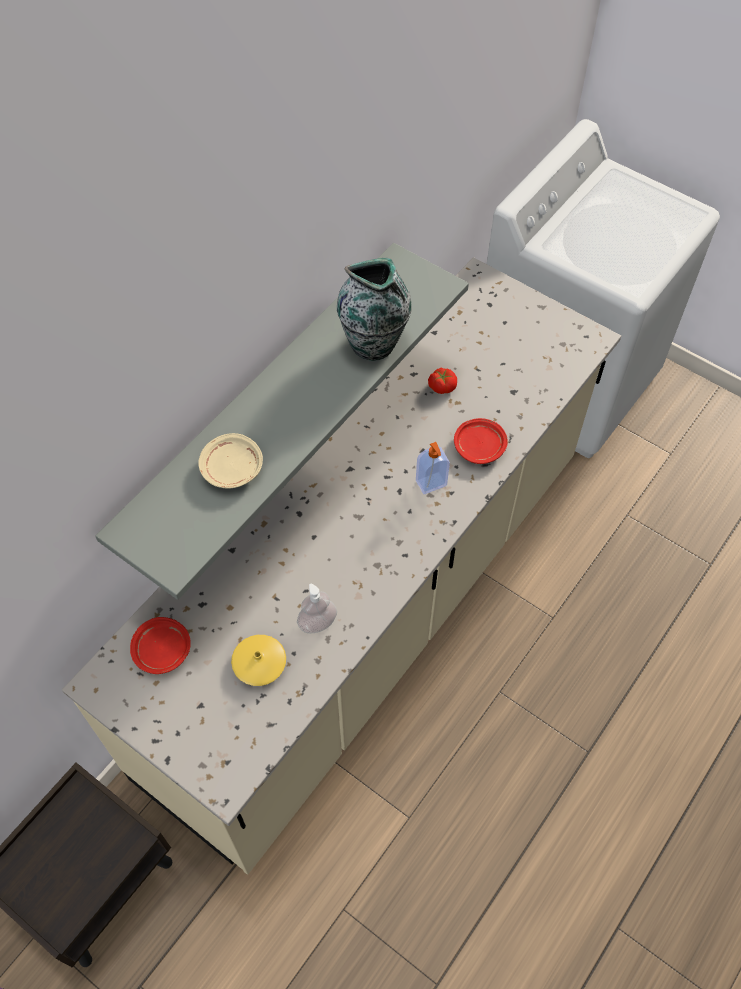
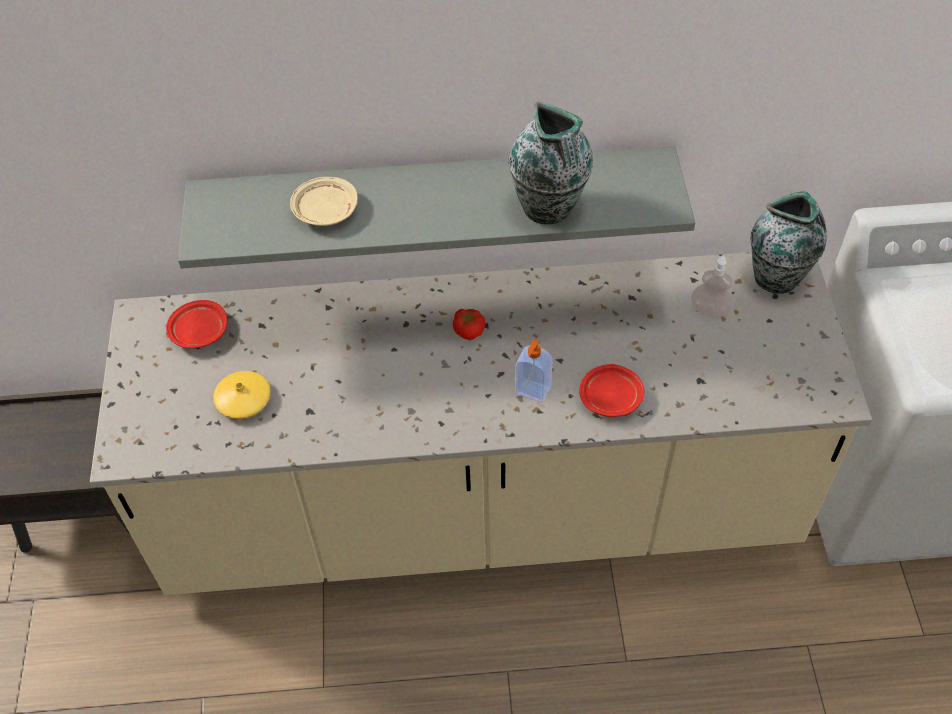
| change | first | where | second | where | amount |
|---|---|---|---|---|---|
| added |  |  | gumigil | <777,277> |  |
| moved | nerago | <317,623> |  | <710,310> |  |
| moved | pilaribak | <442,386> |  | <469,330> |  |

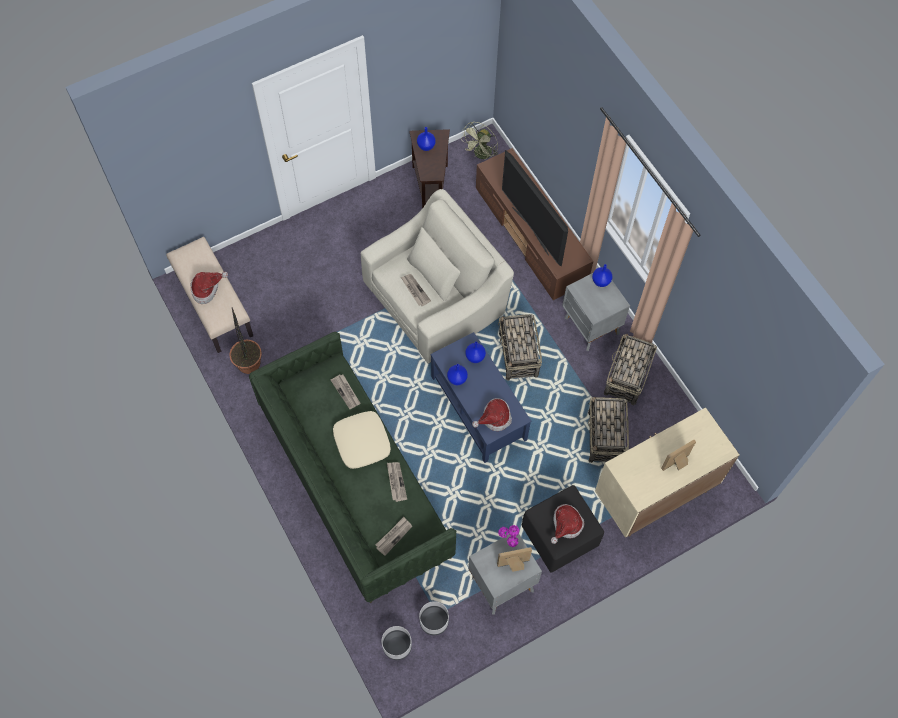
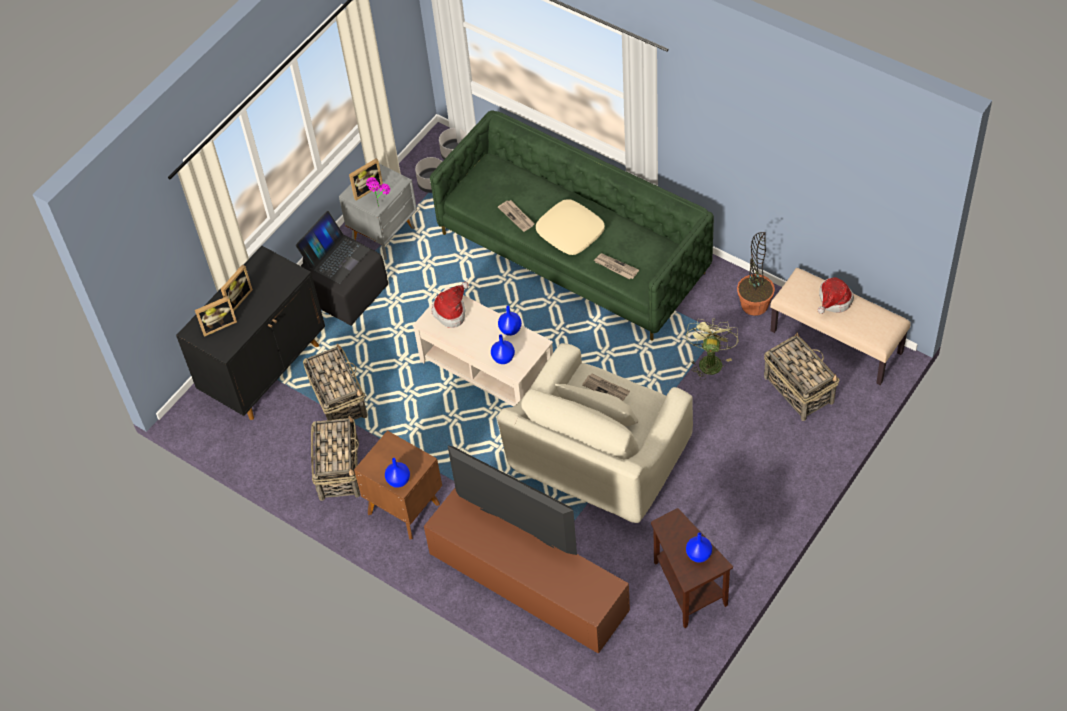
| change | first | where | second | where | amount |
|---|---|---|---|---|---|
| removed | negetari | <393,536> |  |  |  |
| added |  |  | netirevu | <218,325> |  |
| moved | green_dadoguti | <481,155> |  | <710,360> |  |
| moved | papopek | <518,355> |  | <798,389> |  |
| replaced | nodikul | <565,525> | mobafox | <335,256> |  |
| recoloured | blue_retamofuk | <478,408> | beige_retamofuk | <487,369> |  |
| recoloured | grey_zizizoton | <591,326> | brown_zizizoton | <404,507> |  |
| recoloured | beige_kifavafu | <653,494> | black_kifavafu | <266,369> |  |

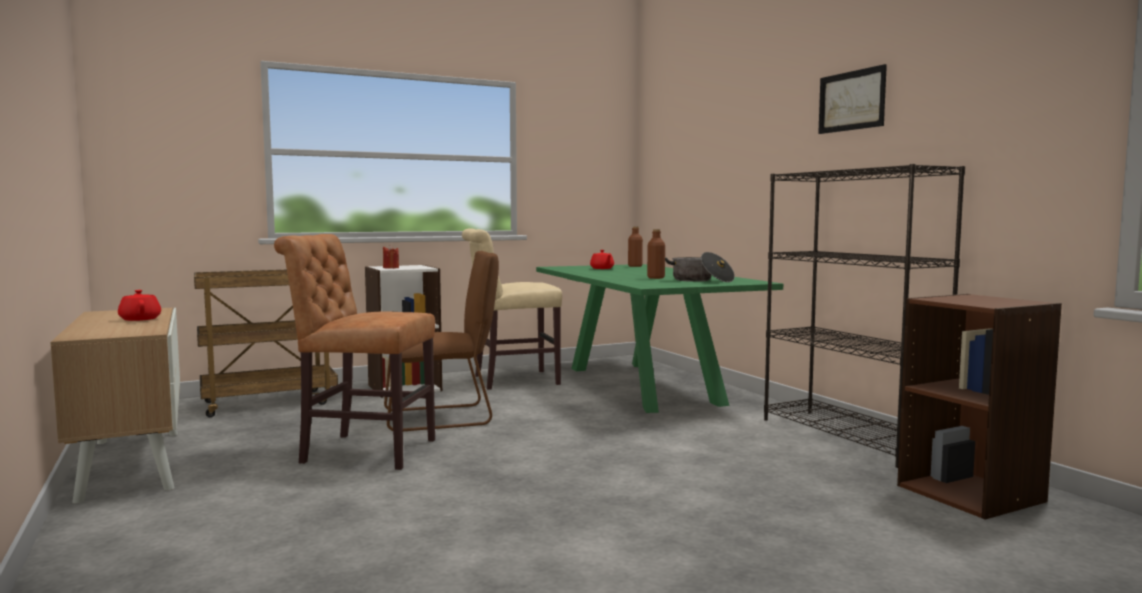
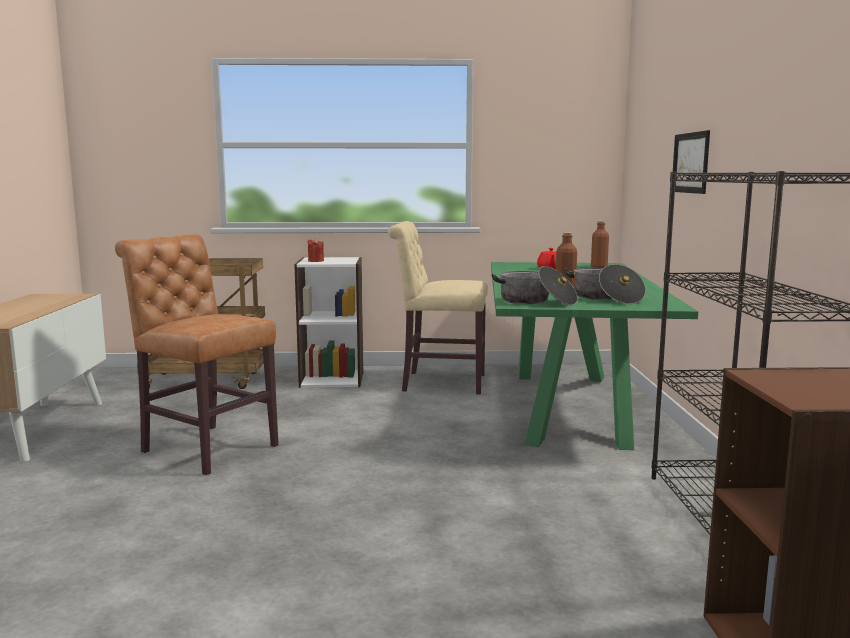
| change | first | where | second | where | amount |
|---|---|---|---|---|---|
| removed | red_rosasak | <140,319> |  |  |  |
| removed | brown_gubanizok | <443,417> |  |  |  |
| added |  |  | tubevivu | <536,301> |  |
| moved | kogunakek | <851,101> |  | <690,163> |  |

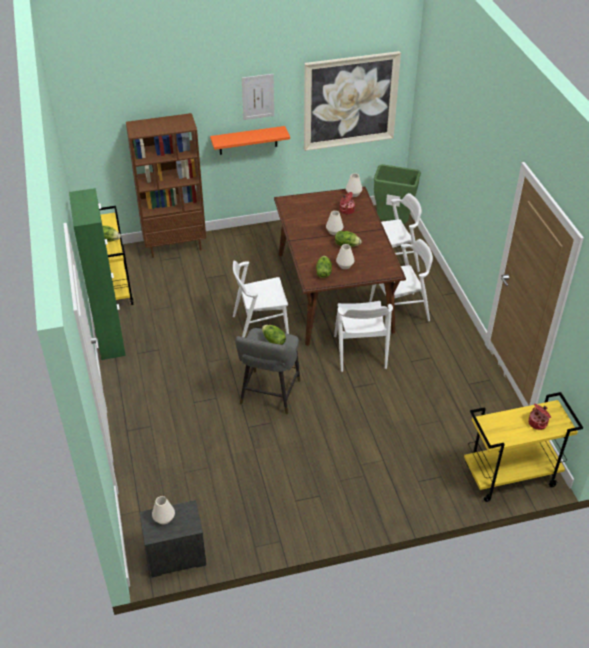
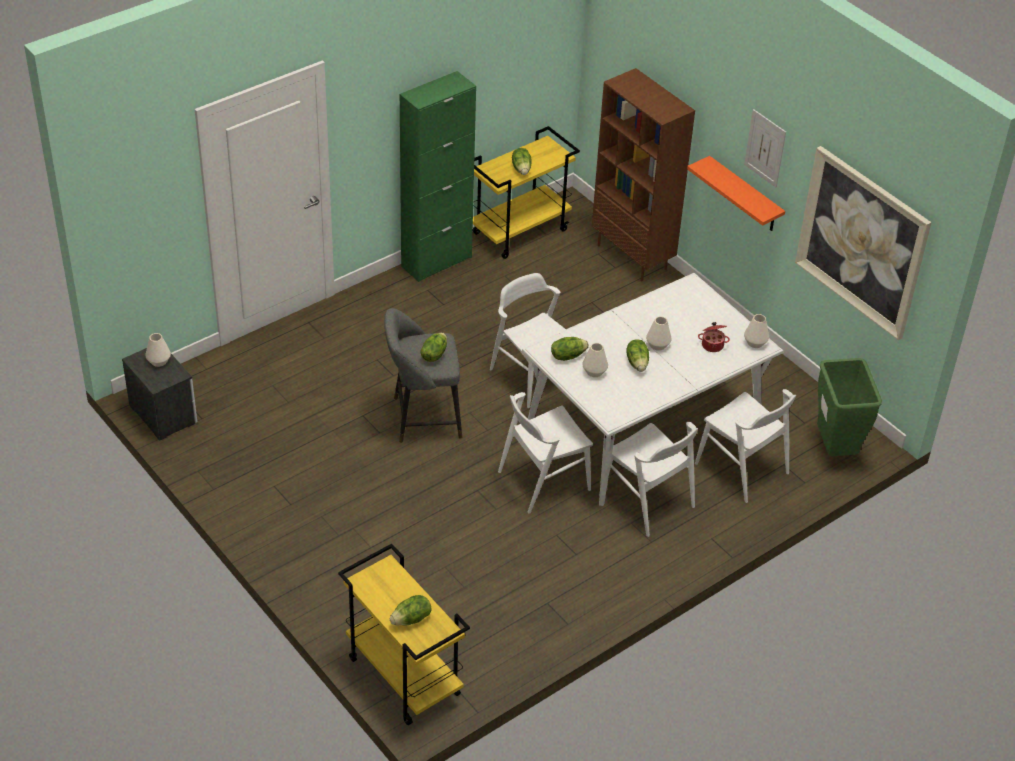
| change | first | where | second | where | amount |
|---|---|---|---|---|---|
| replaced | tubevivu | <538,423> | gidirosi | <411,619> |  |
| recoloured | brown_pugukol | <334,292> | white_pugukol | <643,427> |  |

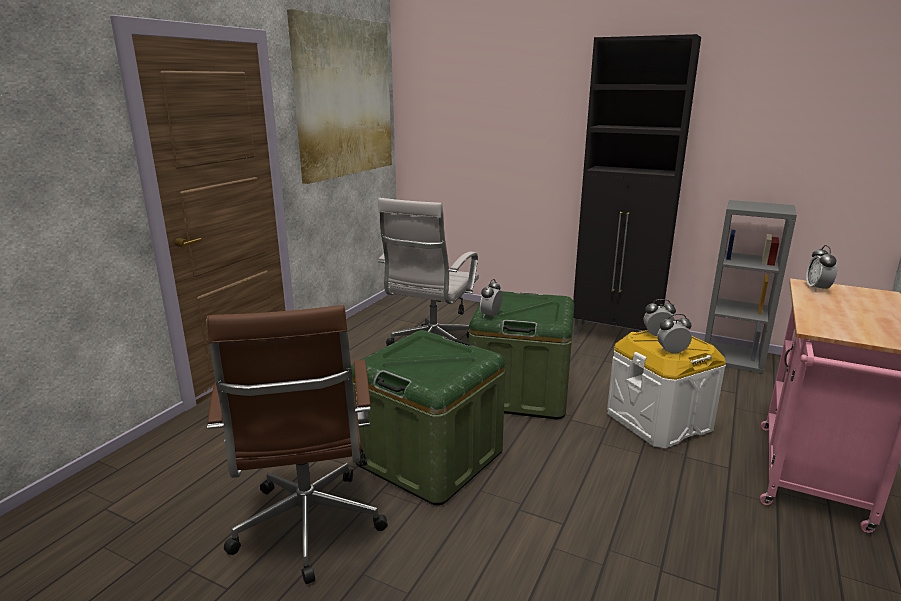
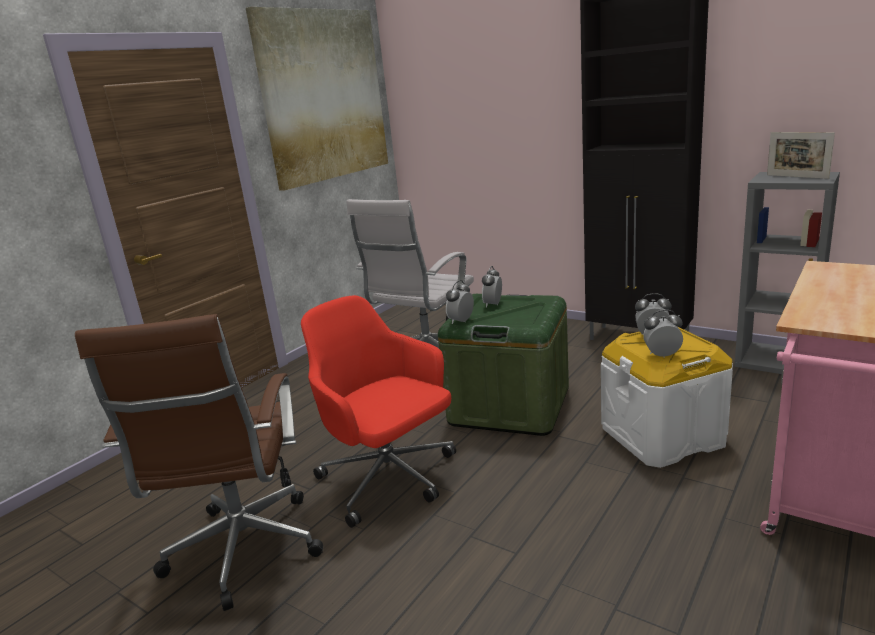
| change | first | where | second | where | amount |
|---|---|---|---|---|---|
| added |  |  | netirevu | <797,176> |  |
| moved | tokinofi | <817,289> |  | <493,304> |  |
| replaced | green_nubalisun | <429,457> | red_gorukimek | <389,478> |  |

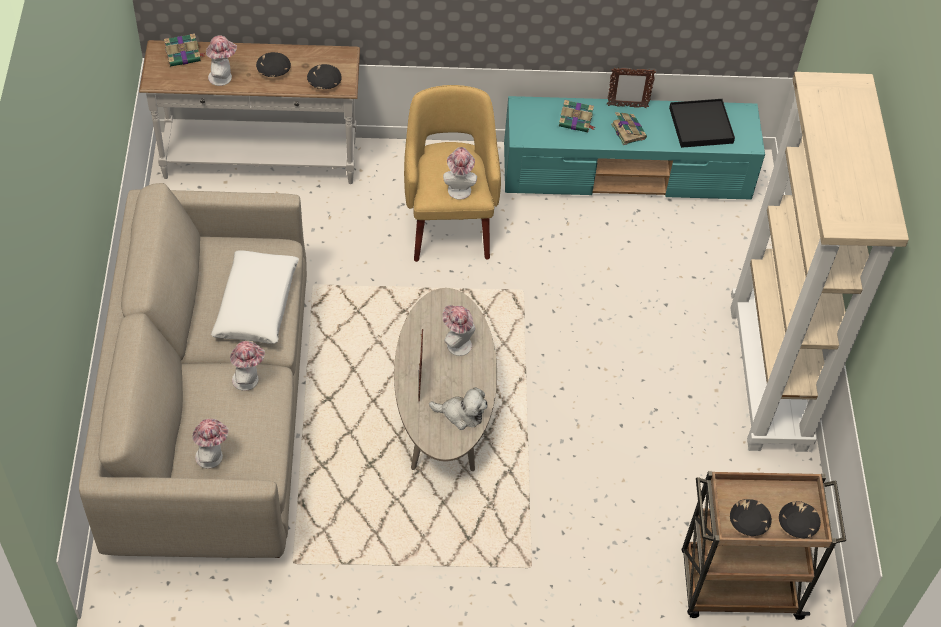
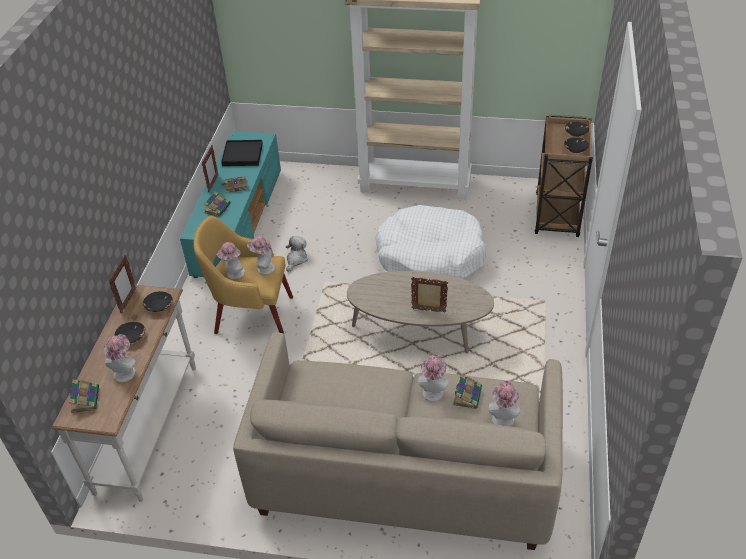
| change | first | where | second | where | amount |
|---|---|---|---|---|---|
| removed | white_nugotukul | <257,304> |  |  |  |
| added |  |  | netirevu | <128,301> |  |
| added |  |  | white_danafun | <430,255> |  |
| added |  |  | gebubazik | <467,395> |  |
| moved | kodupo | <461,414> |  | <296,259> |  |
| moved | nodikul | <456,343> |  | <233,274> |  |

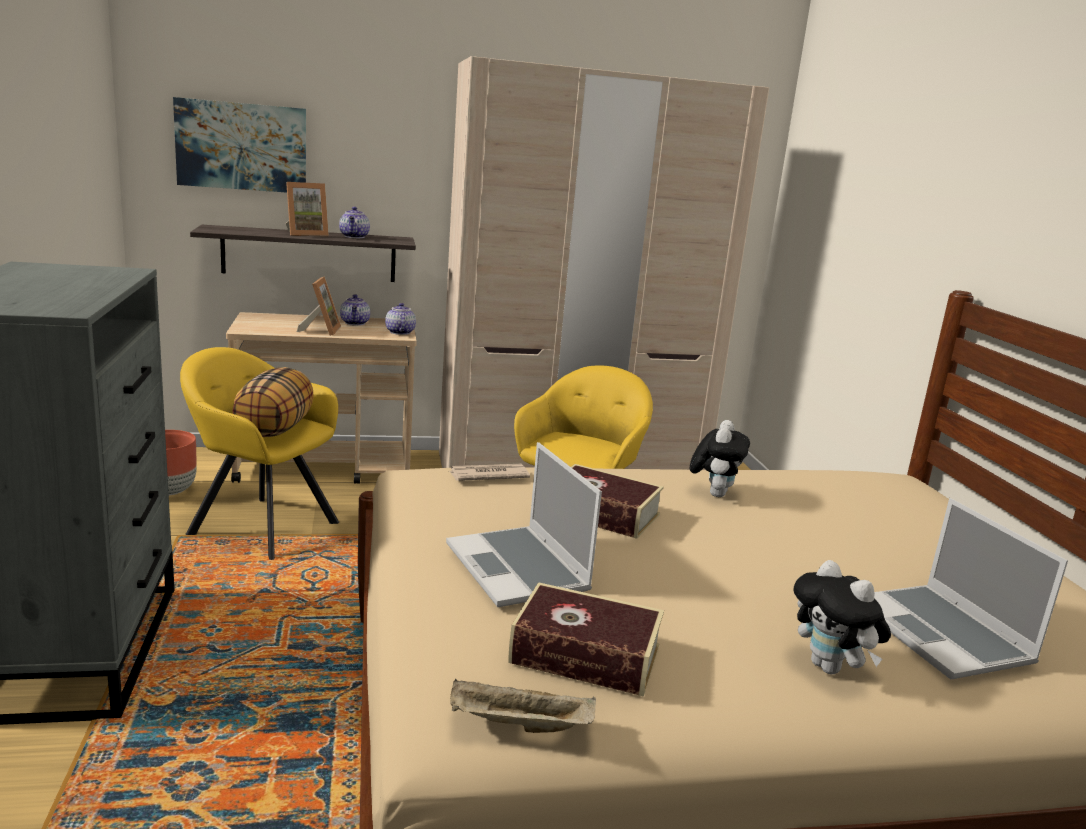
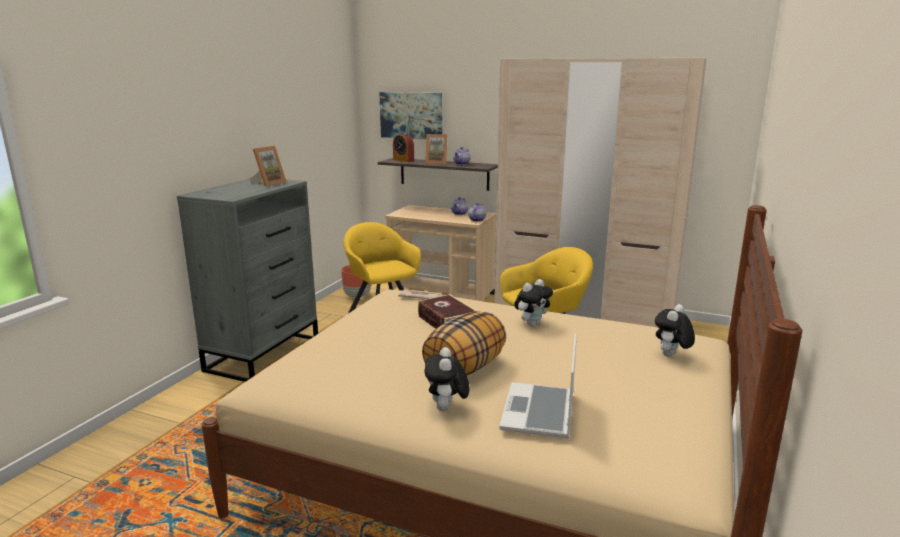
| change | first | where | second | where | amount |
|---|---|---|---|---|---|
| removed | mobafox | <519,569> |  |  |  |
| removed | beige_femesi | <518,726> |  |  |  |
| removed | gebubazik | <585,655> |  |  |  |
| added |  |  | tokinofi | <403,160> |  |
| added |  |  | kodupo | <671,356> |  |
| moved | nugotukul | <275,429> |  | <465,369> |  |
| moved | netirevu | <321,330> |  | <268,183> |  |

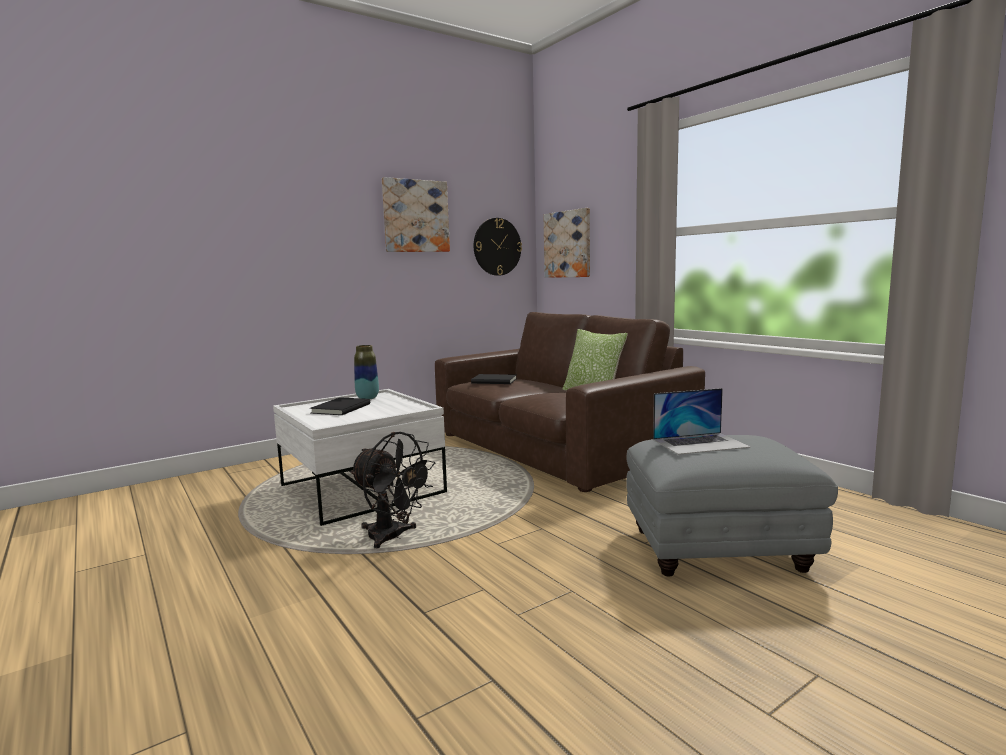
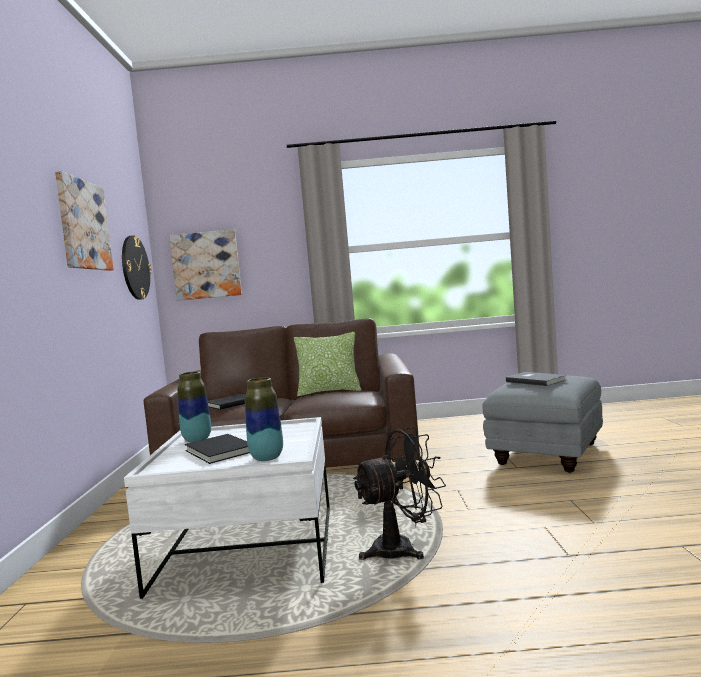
| change | first | where | second | where | amount |
|---|---|---|---|---|---|
| added |  |  | gumigil | <267,458> |  |
| replaced | mobafox | <700,443> | grey_gebubazik | <536,380> |  |

